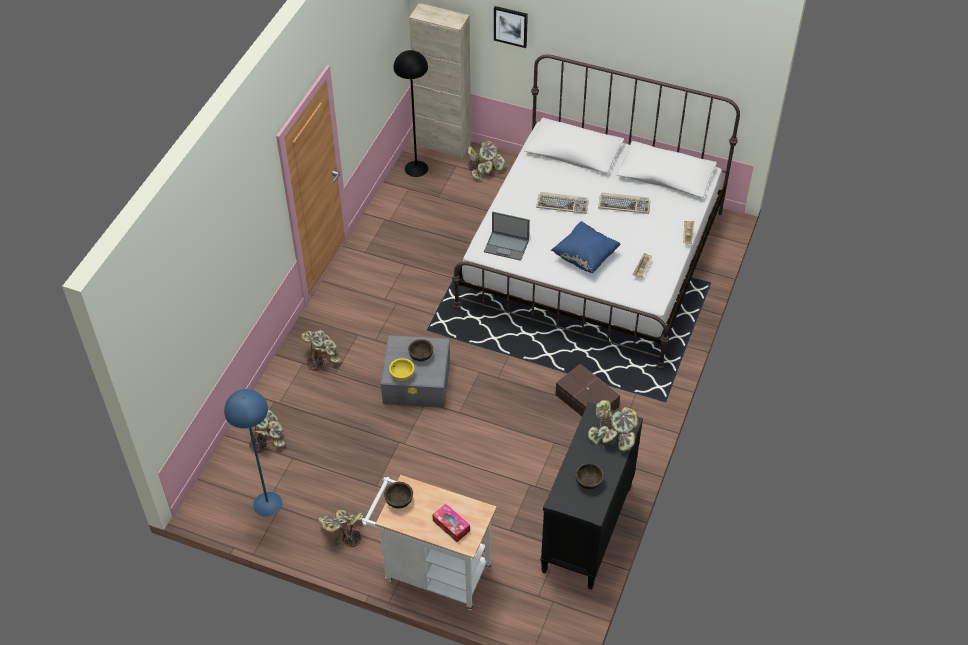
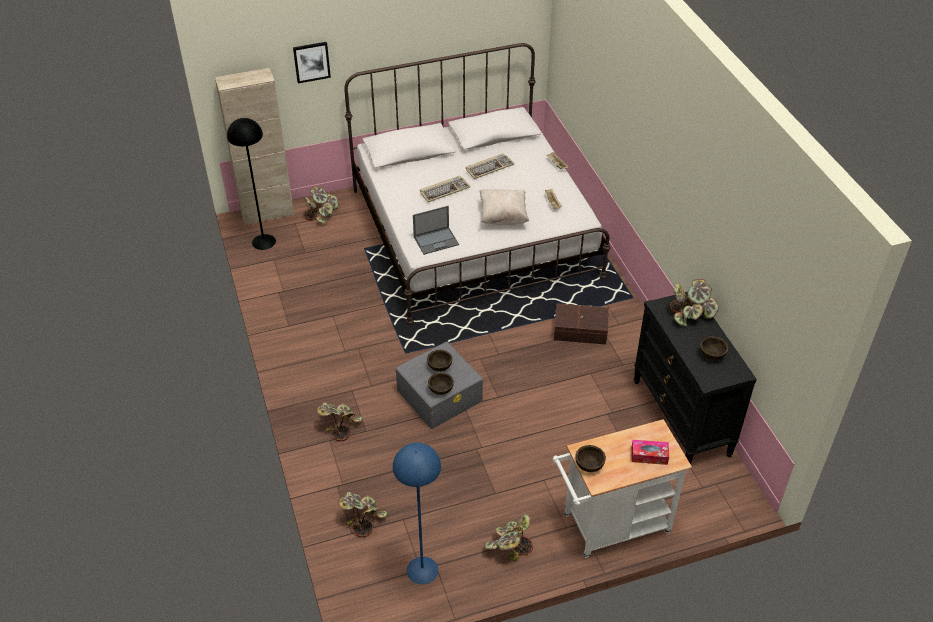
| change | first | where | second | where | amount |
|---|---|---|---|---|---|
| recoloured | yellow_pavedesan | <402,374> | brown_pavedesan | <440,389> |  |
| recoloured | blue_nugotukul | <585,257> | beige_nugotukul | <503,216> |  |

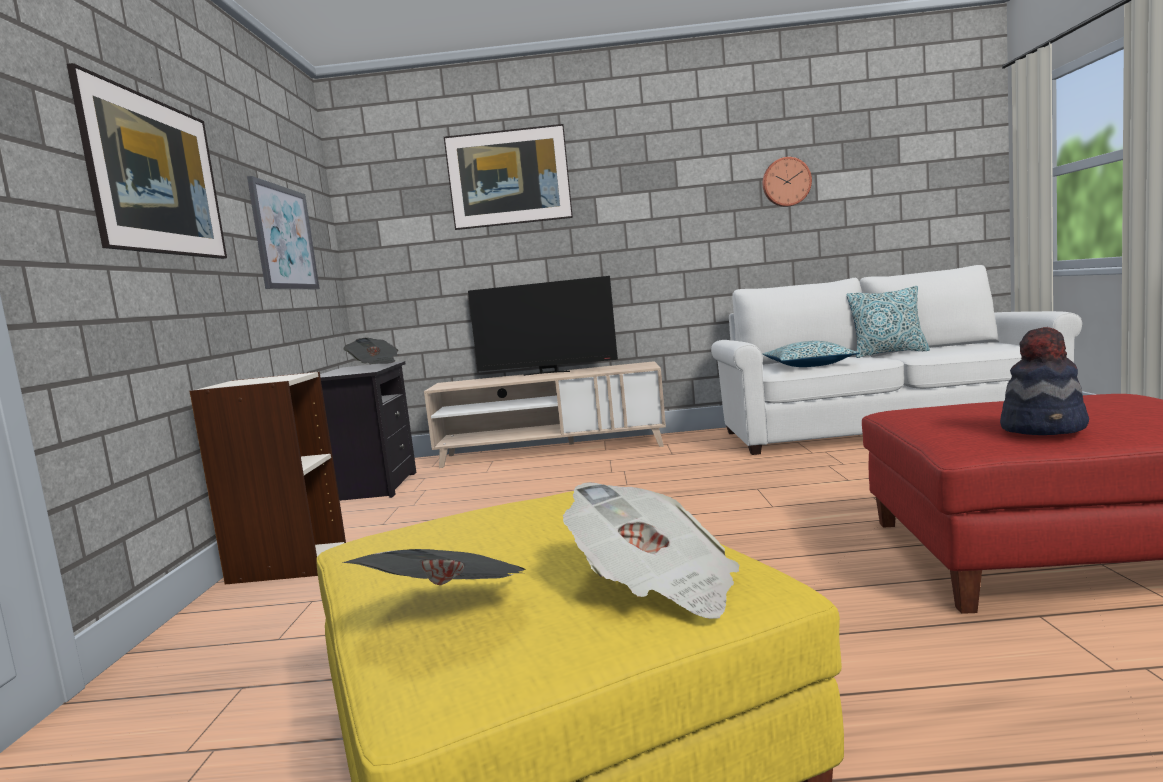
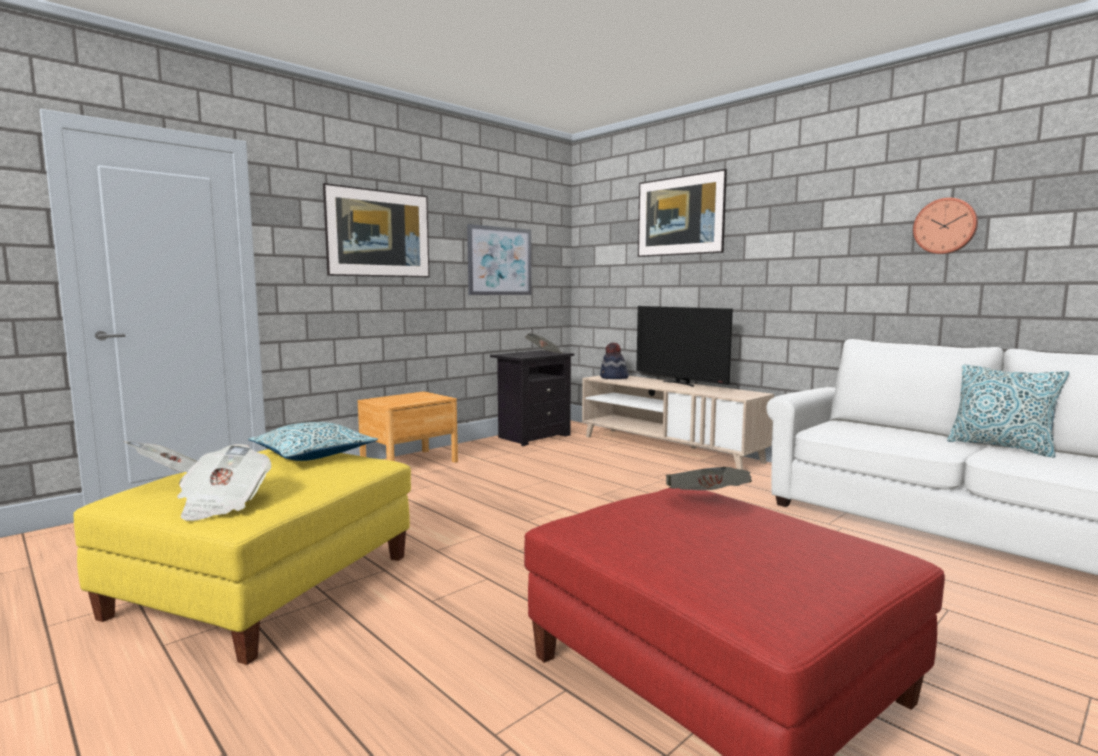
| change | first | where | second | where | amount |
|---|---|---|---|---|---|
| added |  |  | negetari | <706,503> |  |
| moved | nugotukul | <809,365> |  | <313,454> |  |
| moved | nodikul | <1044,428> |  | <613,378> |  |
| replaced | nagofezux | <287,564> | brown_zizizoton | <409,463> |  |

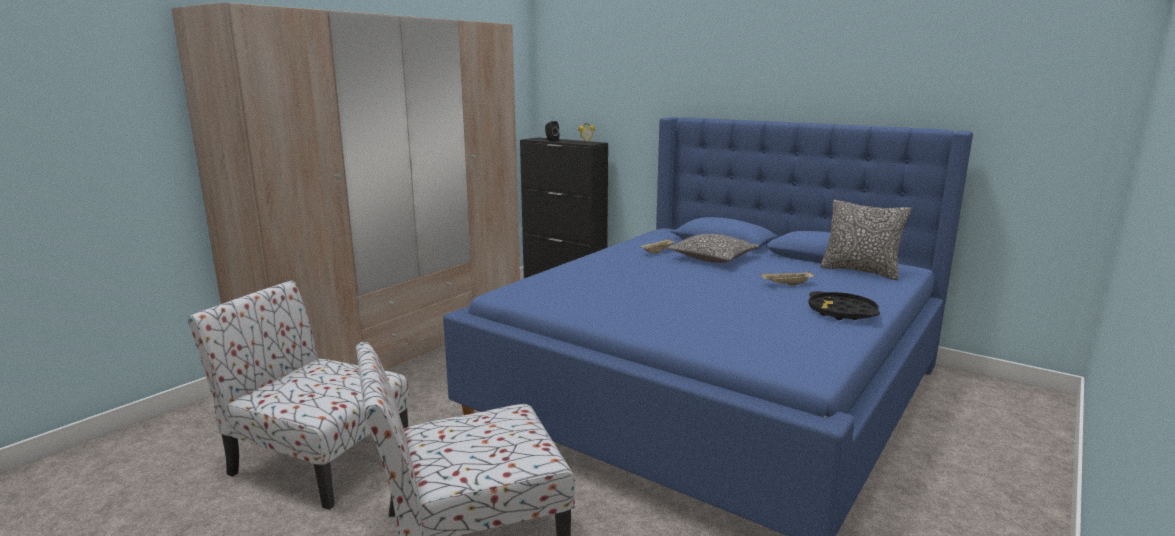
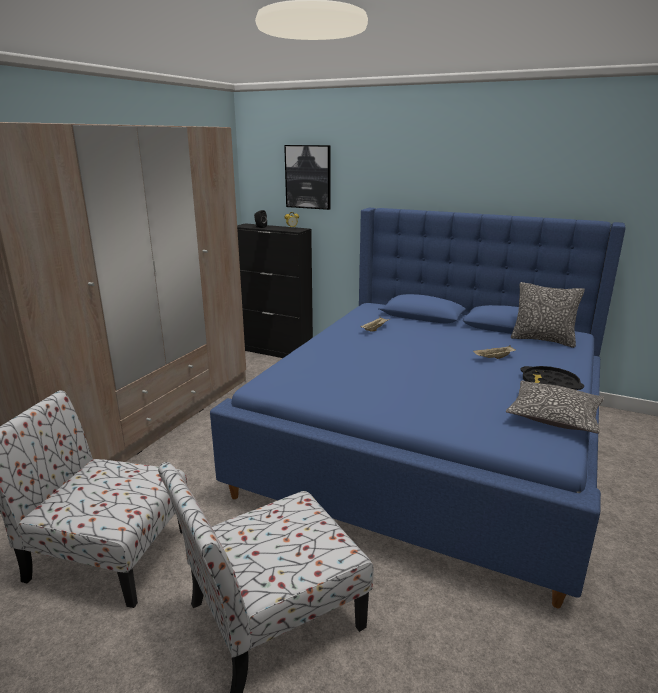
| change | first | where | second | where | amount |
|---|---|---|---|---|---|
| added |  |  | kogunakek | <308,177> |  |
| moved | nugotukul | <713,258> |  | <554,416> |  |

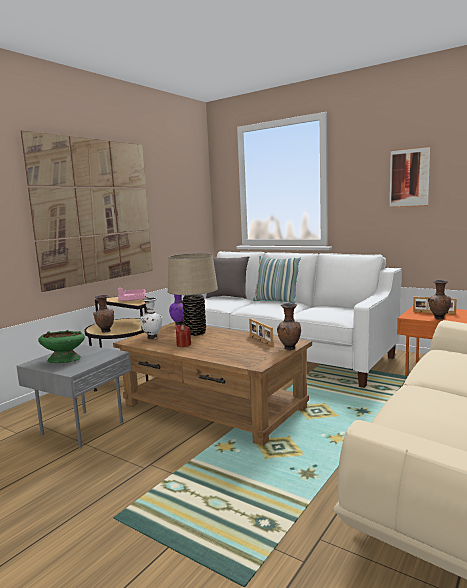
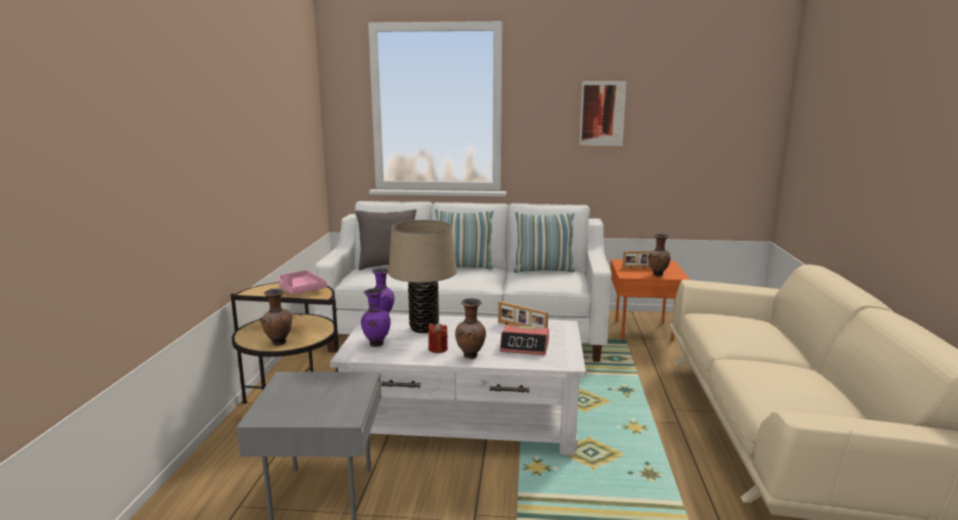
| change | first | where | second | where | amount |
|---|---|---|---|---|---|
| removed | kogunakek | <95,211> |  |  |  |
| removed | green_pavedesan | <64,360> |  |  |  |
| added |  |  | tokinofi | <525,347> |  |
| added |  |  | nugotukul | <543,270> |  |
| moved | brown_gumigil | <289,349> |  | <471,356> |  |
| recoloured | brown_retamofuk | <214,406> | white_retamofuk | <464,420> |  |
| recoloured | white_gumigil | <152,337> | purple_gumigil | <376,344> |  |

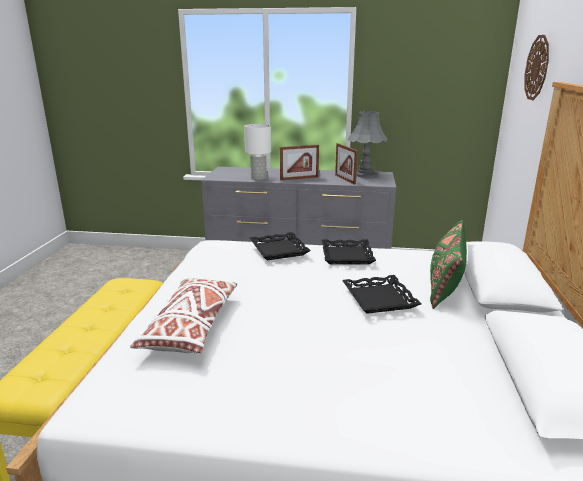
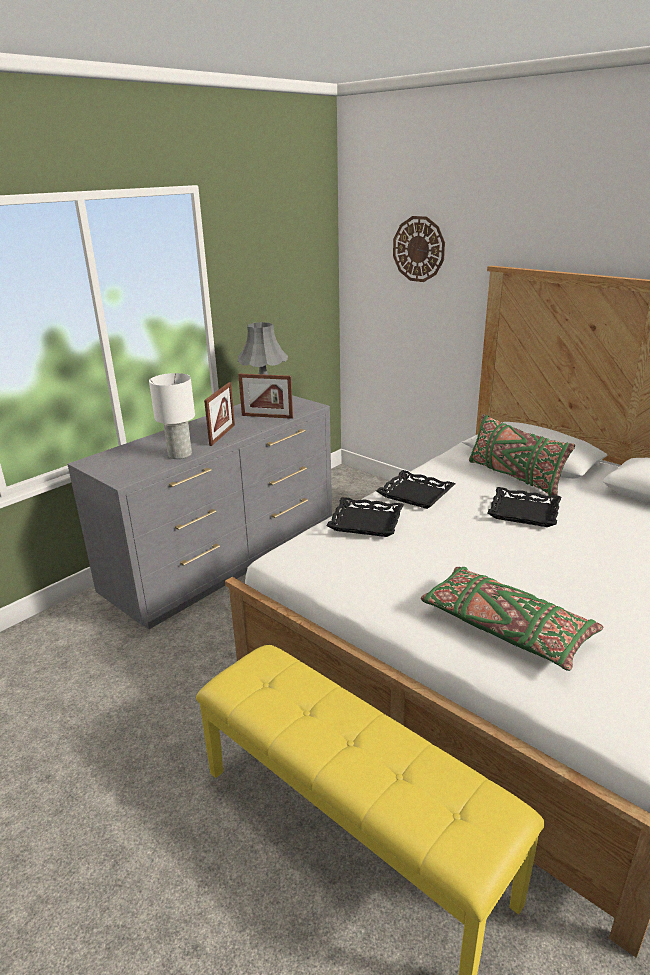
| change | first | where | second | where | amount |
|---|---|---|---|---|---|
| recoloured | white_nugotukul | <192,326> | green_nugotukul | <505,628> |  |

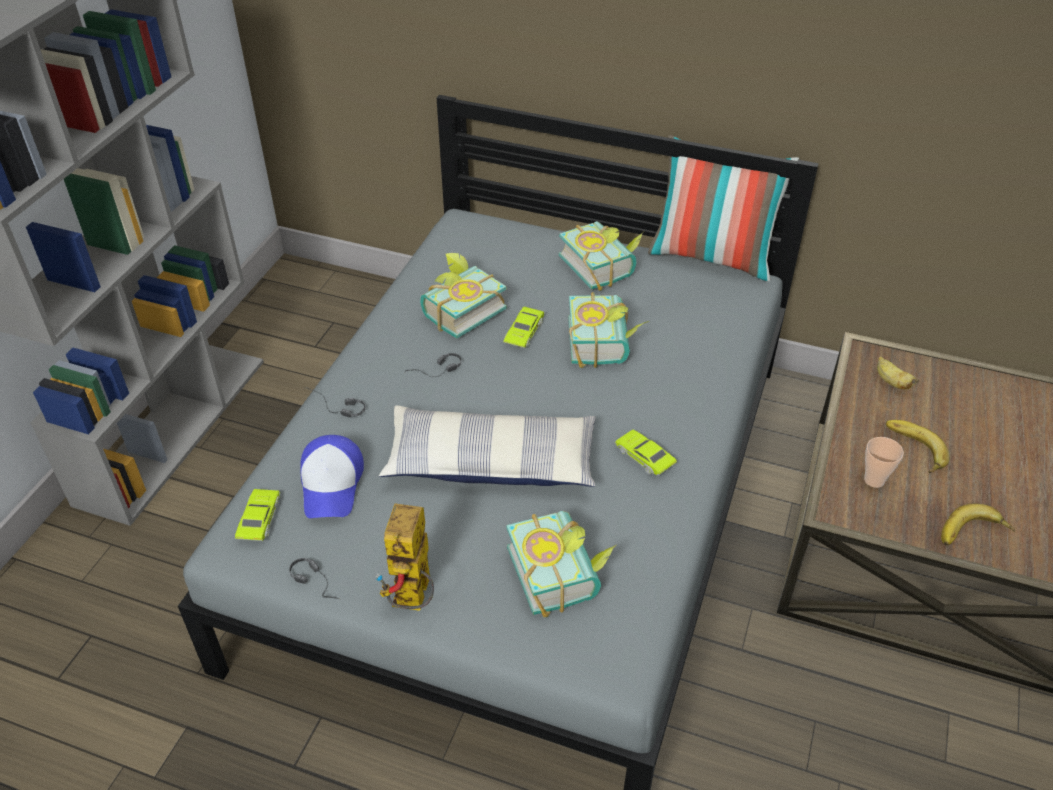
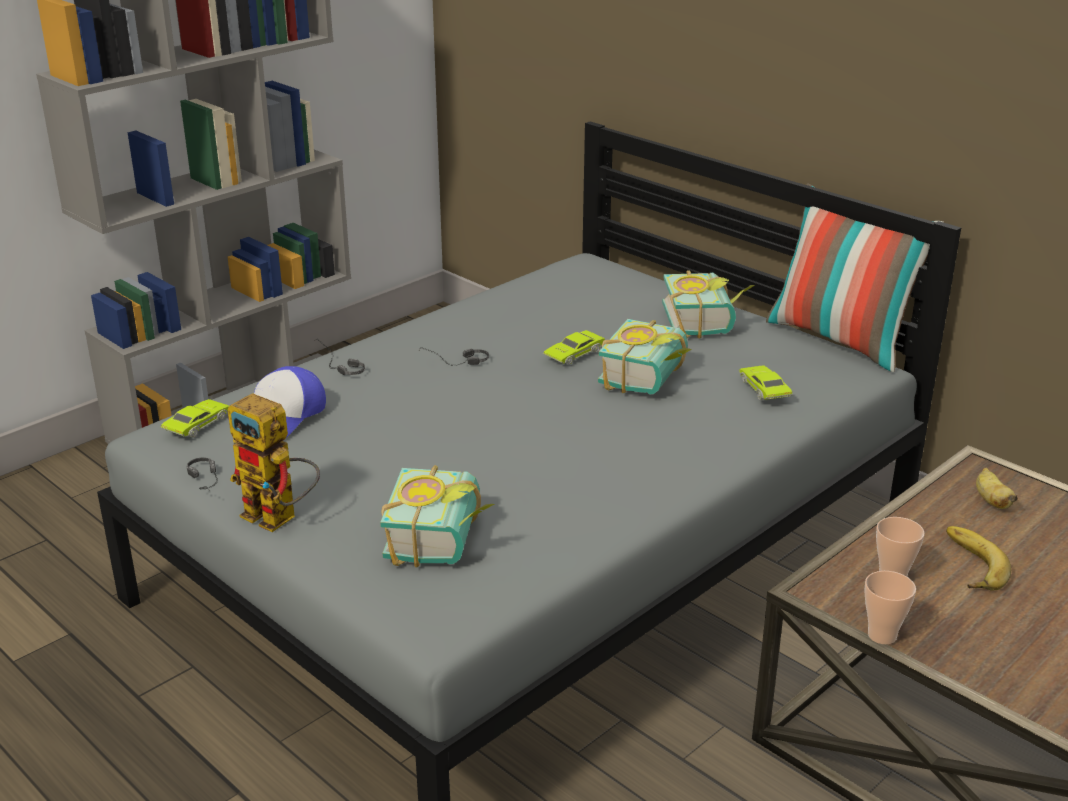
| change | first | where | second | where | amount |
|---|---|---|---|---|---|
| removed | nugotukul | <491,462> |  |  |  |
| removed | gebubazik | <459,311> |  |  |  |
| removed | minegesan | <973,534> |  |  |  |
| added |  |  | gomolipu | <882,635> |  |
| moved | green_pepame | <645,457> |  | <764,389> |  |
| turned | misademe | <413,601> |  | <280,518> | 90 degrees counterclockwise |

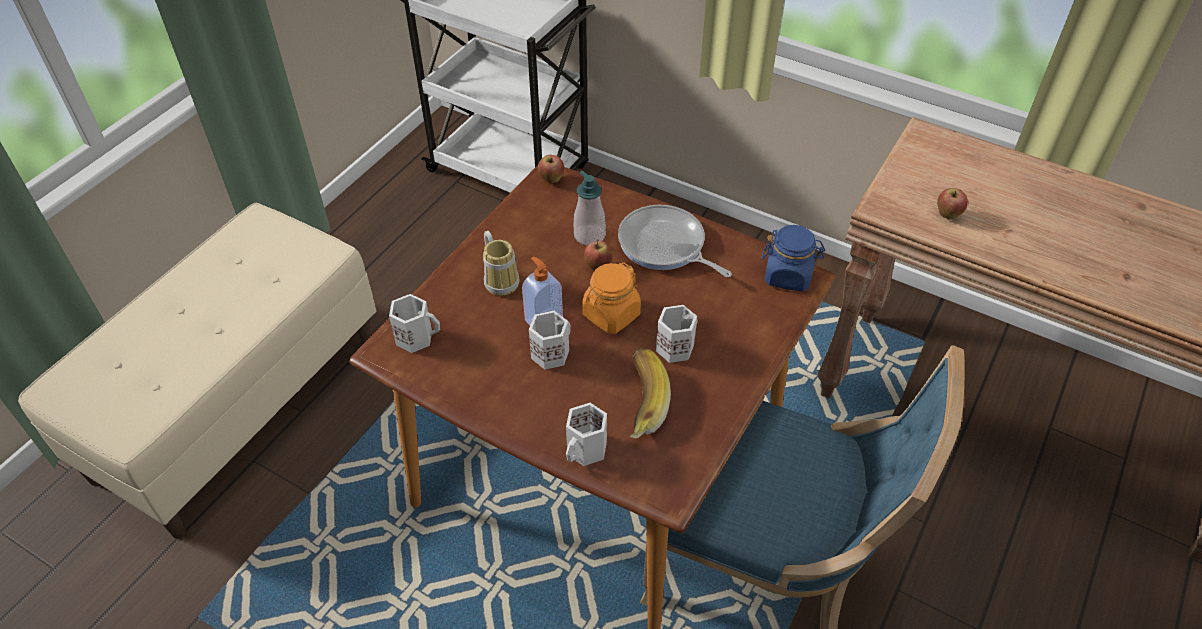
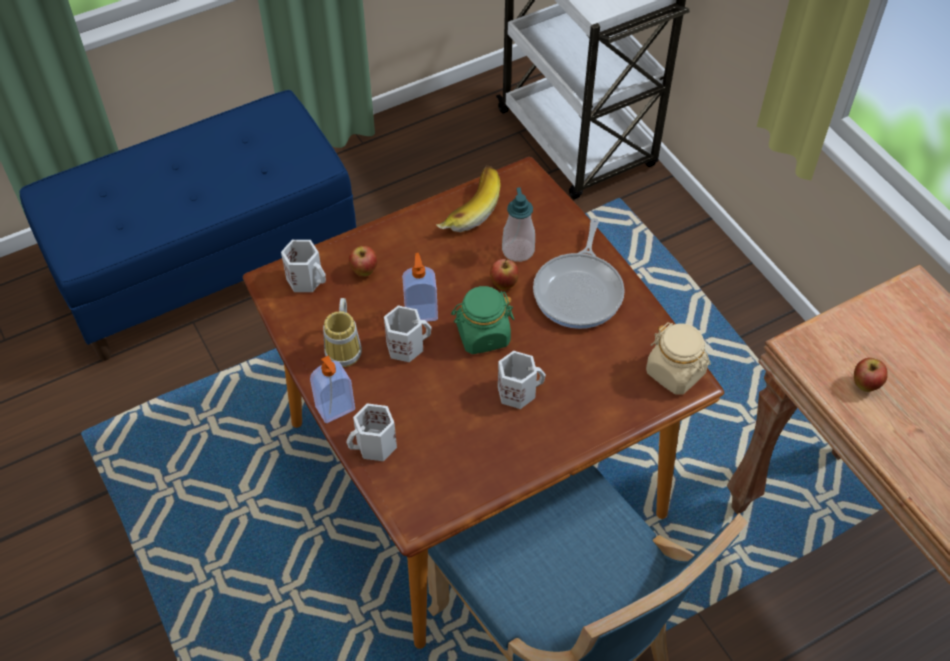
| change | first | where | second | where | amount |
|---|---|---|---|---|---|
| added |  |  | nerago | <336,409> |  |
| moved | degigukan | <501,279> |  | <346,348> |  |
| moved | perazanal | <551,180> |  | <364,271> |  |
| moved | minegesan | <638,402> |  | <467,208> |  |
| recoloured | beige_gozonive | <239,404> | blue_gozonive | <209,267> |  |
| recoloured | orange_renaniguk | <611,315> | green_renaniguk | <482,335> |  |
| recoloured | blue_renaniguk | <788,275> | beige_renaniguk | <675,372> |  |
| turned | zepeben | <665,246> |  | <579,291> | 150 degrees counterclockwise |

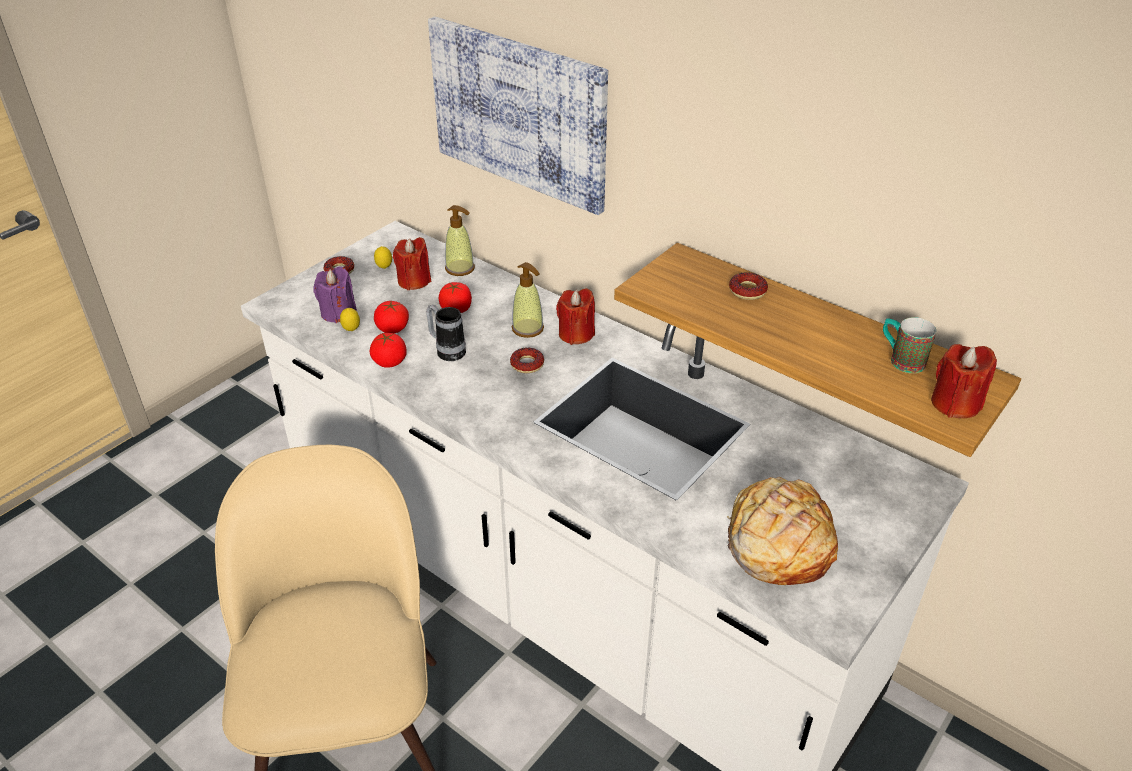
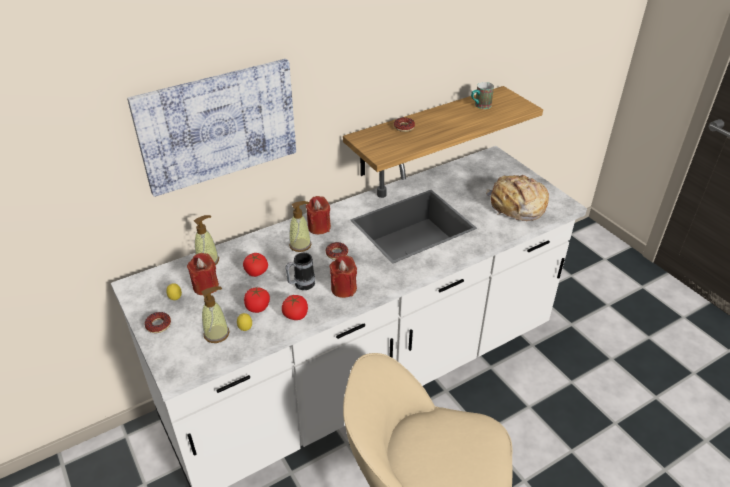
| change | first | where | second | where | amount |
|---|---|---|---|---|---|
| moved | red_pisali | <955,403> |  | <343,289> |  |
| replaced | purple_pisali | <338,313> | nerago | <217,334> |  |

